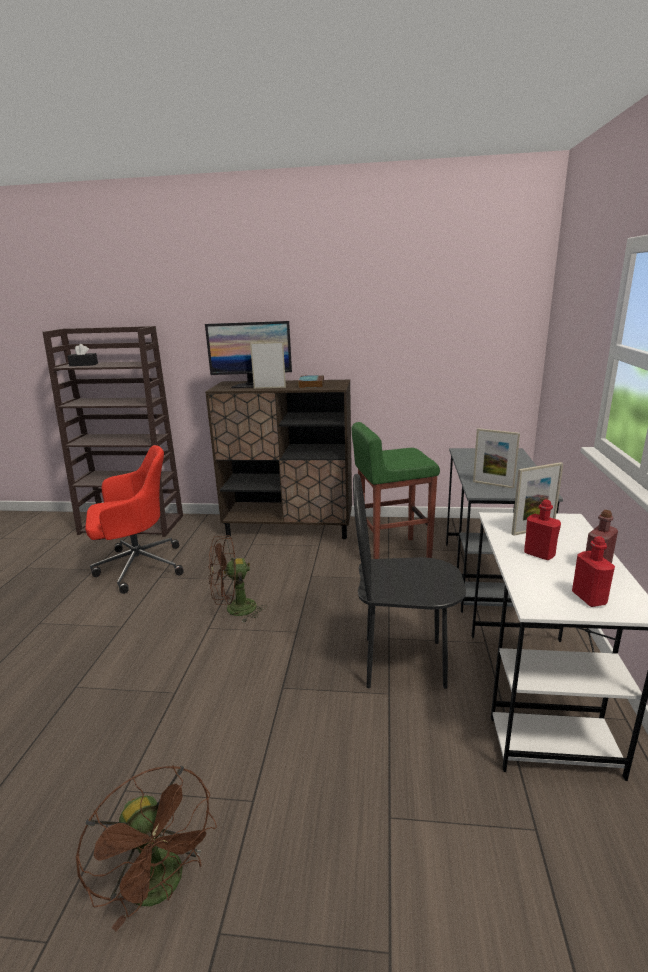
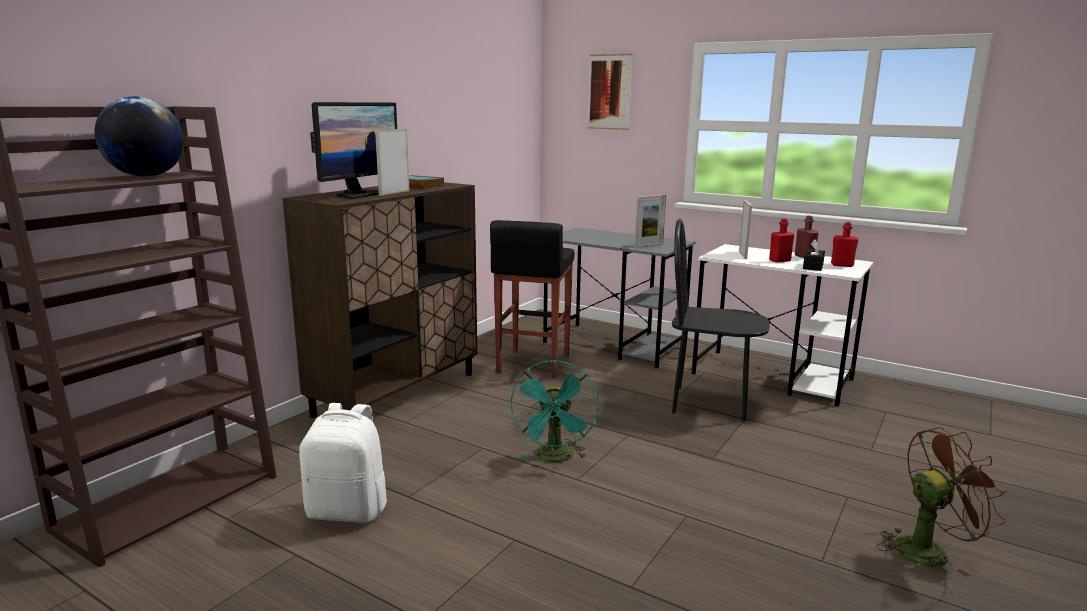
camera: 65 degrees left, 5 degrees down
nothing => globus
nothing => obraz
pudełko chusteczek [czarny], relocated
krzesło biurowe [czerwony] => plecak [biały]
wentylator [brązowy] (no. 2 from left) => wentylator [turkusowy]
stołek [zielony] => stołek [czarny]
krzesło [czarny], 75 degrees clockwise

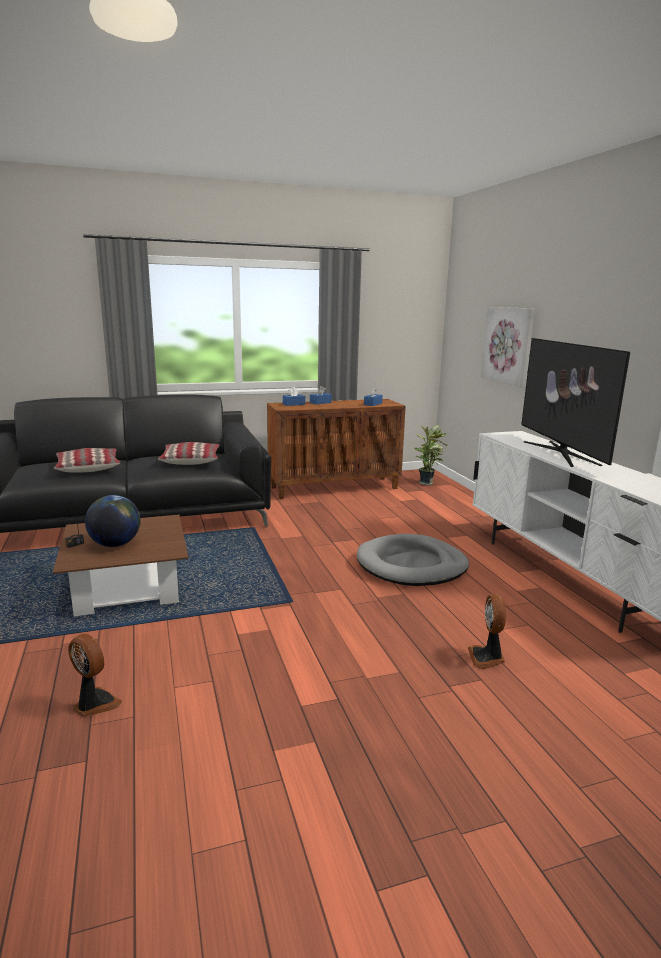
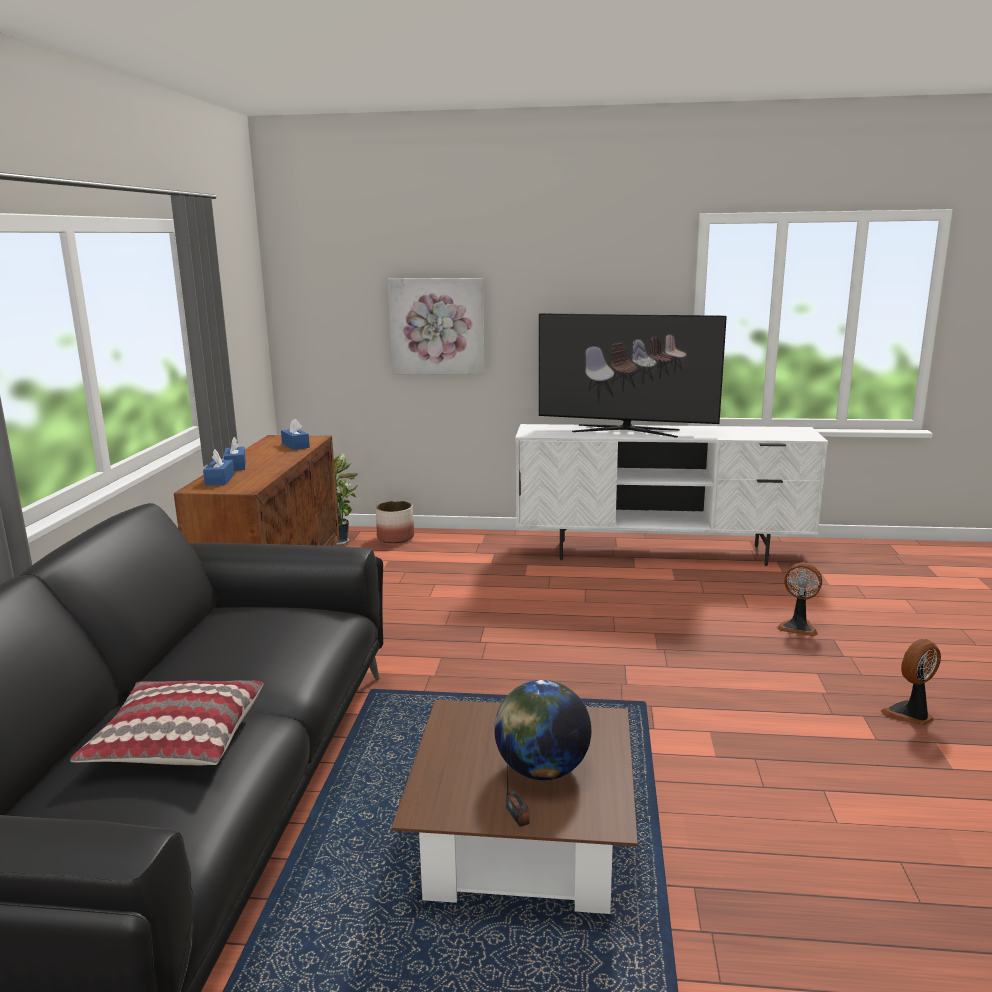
camera: 65 degrees left, 0 degrees up
poduszka (no. 2 from left) => nothing
legowisko [szary] => nothing
nothing => donica
wentylator (no. 1 from left in the first image) => wentylator (no. 2 from left), relocated

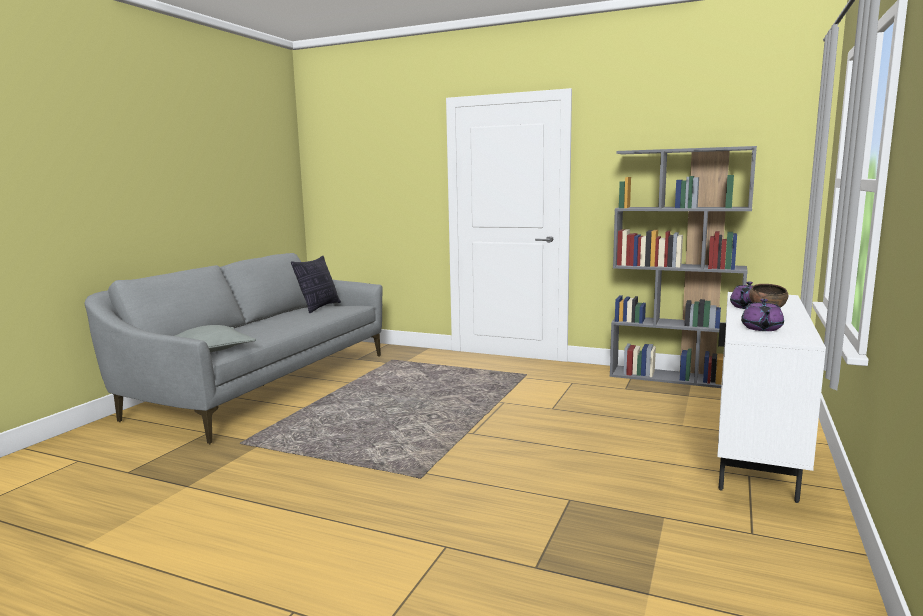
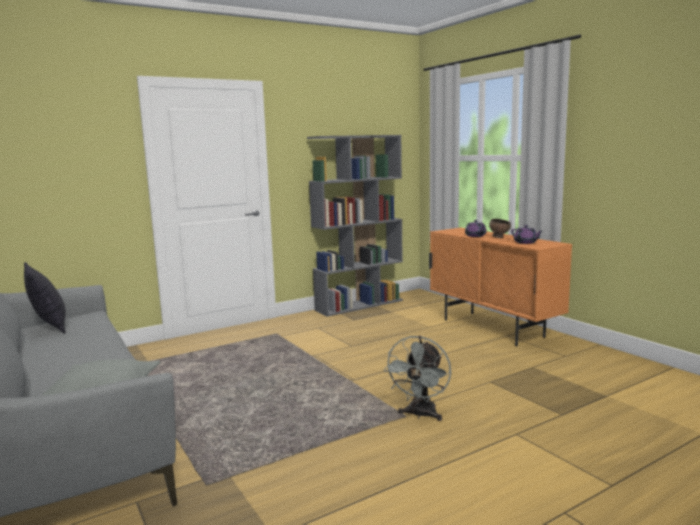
camera: 55 degrees left, 0 degrees up
nothing => wentylator [szary]
szafka [biały] => szafka [pomarańczowy]

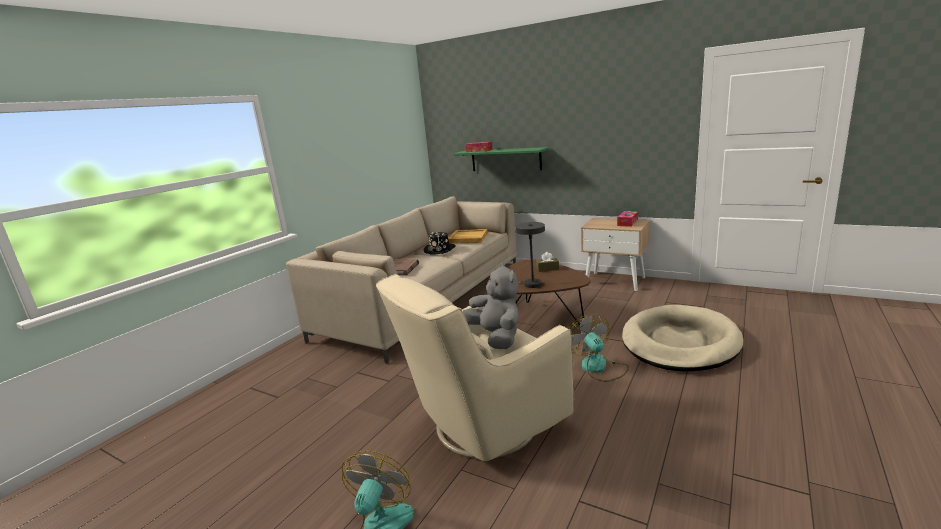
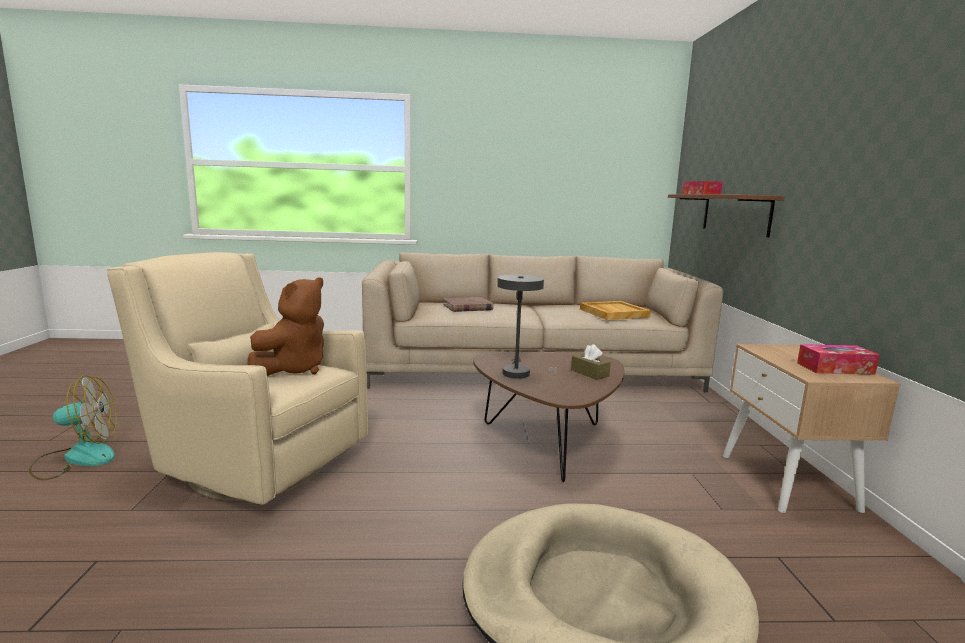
camera: 55 degrees right, 5 degrees down
kapelusz [czarny] => nothing
wentylator (no. 2 from left) => nothing
półka [zielony] => półka [brązowy]
pluszak [szary] => pluszak [brązowy]

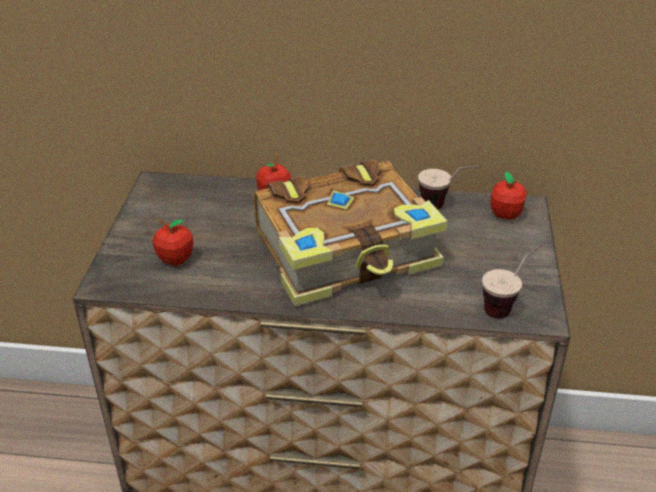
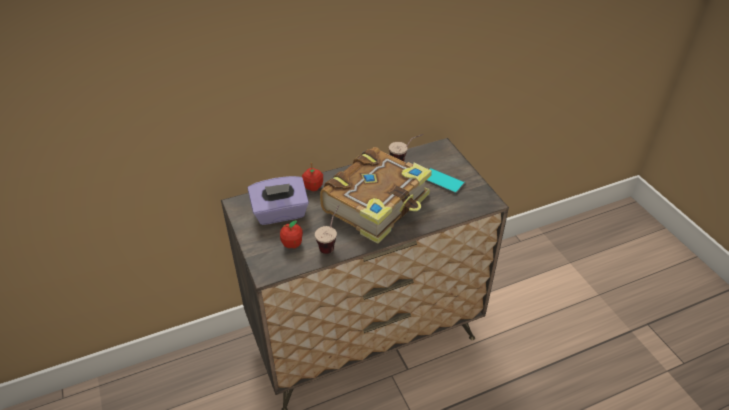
camera: 30 degrees left, 5 degrees up
jabłko (no. 3 from left) => nothing
nothing => pudełko chusteczek [fioletowy]
nothing => telefon
filiżanka (no. 2 from left in the first image) => filiżanka (no. 1 from left), relocated

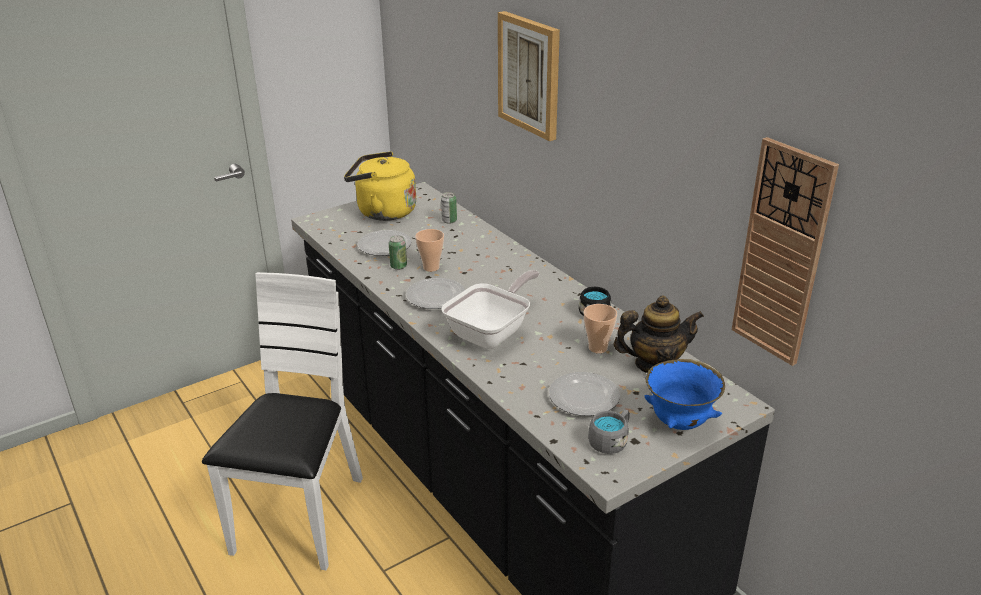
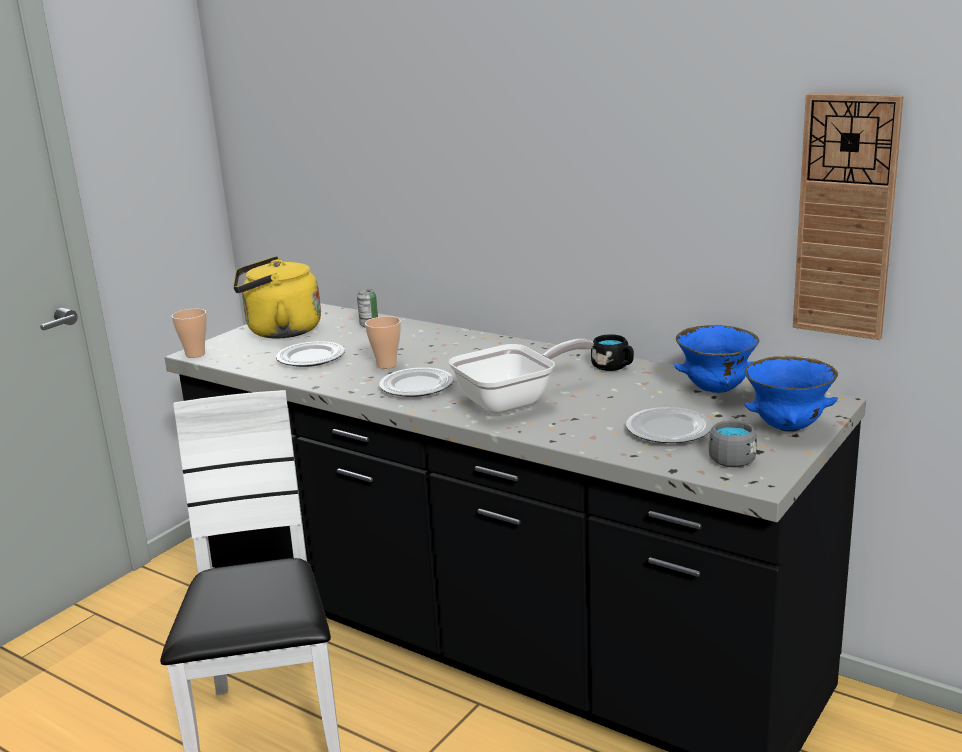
camera: 20 degrees left, 10 degrees down
puszka (no. 1 from left) => nothing
obraz => nothing
filiżanka (no. 2 from left in the first image) => filiżanka (no. 1 from left), relocated
imbryk => miska [niebieski] (no. 1 from left)
patelnia, 45 degrees clockwise

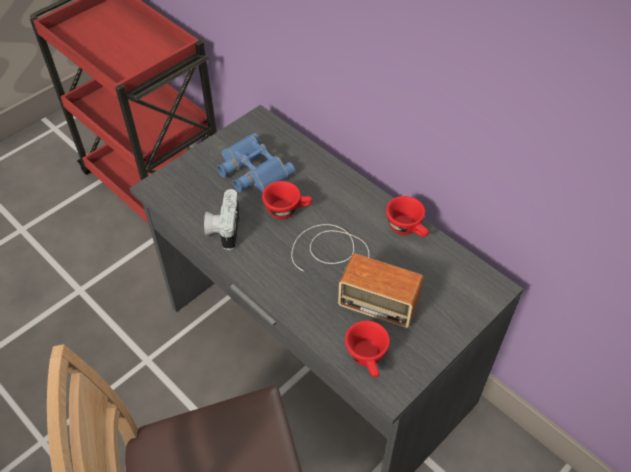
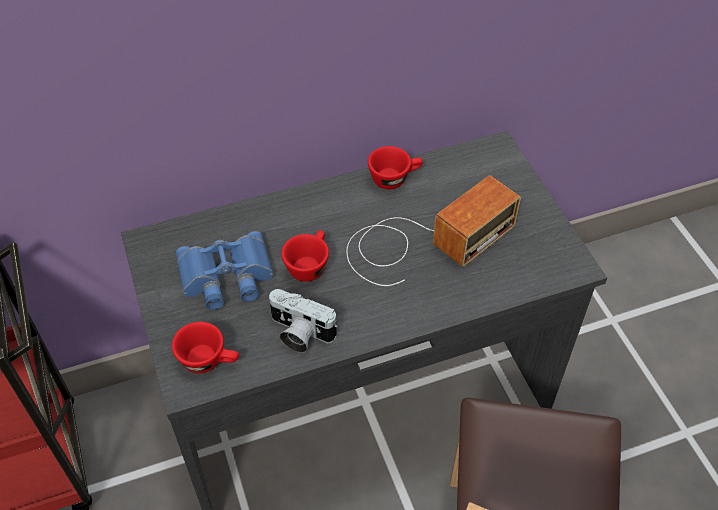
camera: 65 degrees left, 0 degrees up
filiżanka [czerwony] (no. 2 from left in the first image) => filiżanka [czerwony] (no. 1 from left), relocated

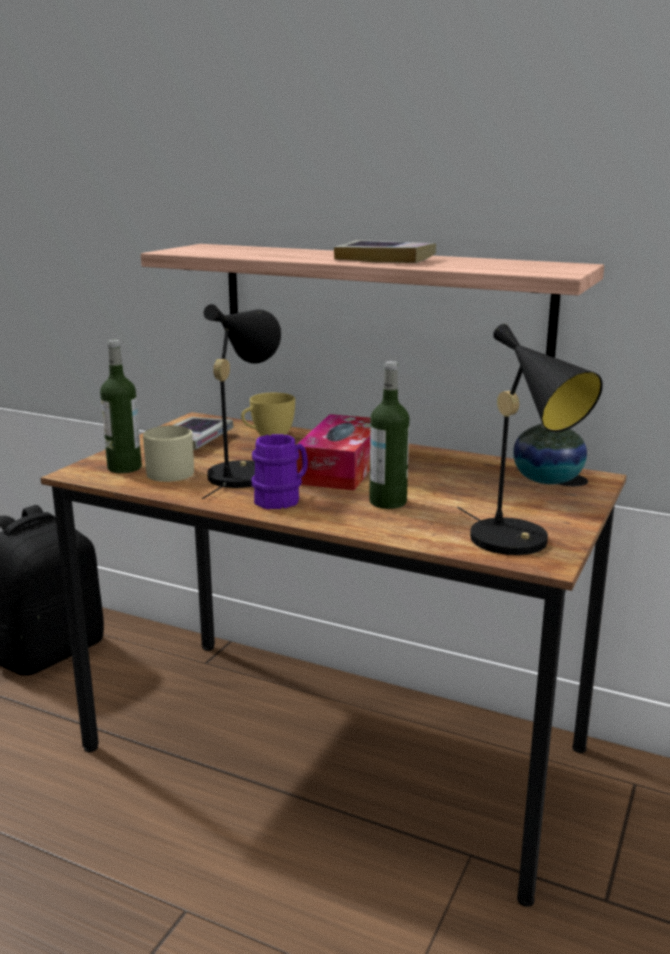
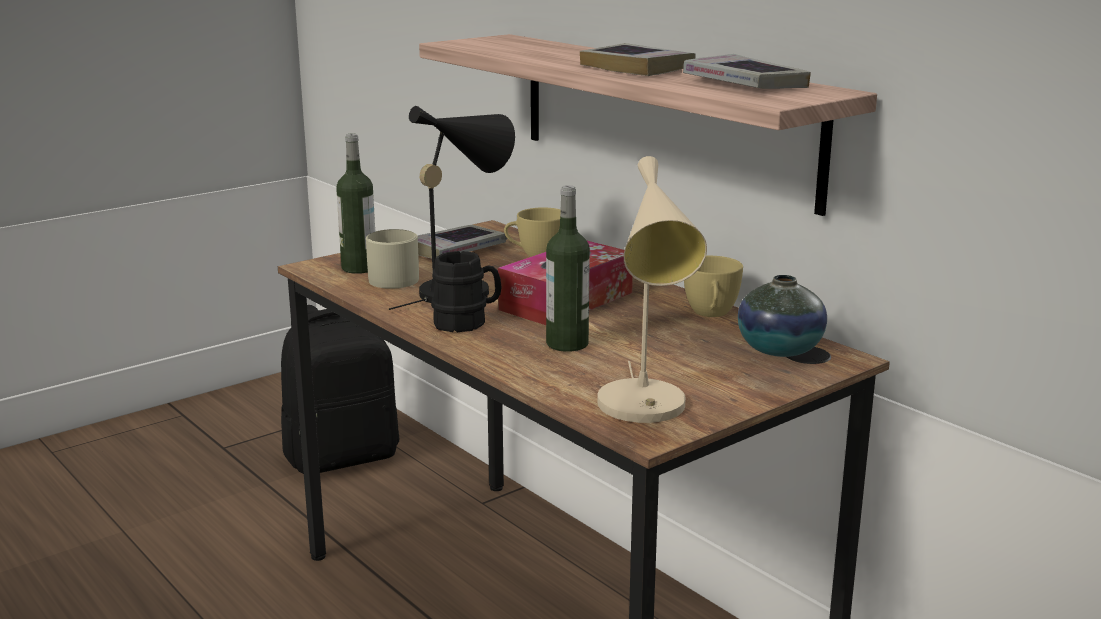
camera: 25 degrees right, 0 degrees up
nothing => książka (no. 3 from left)
nothing => filiżanka [żółty] (no. 2 from left)
kubek [fioletowy] => kubek [czarny]
lampa stołowa [czarny] (no. 2 from left) => lampa stołowa [beżowy]

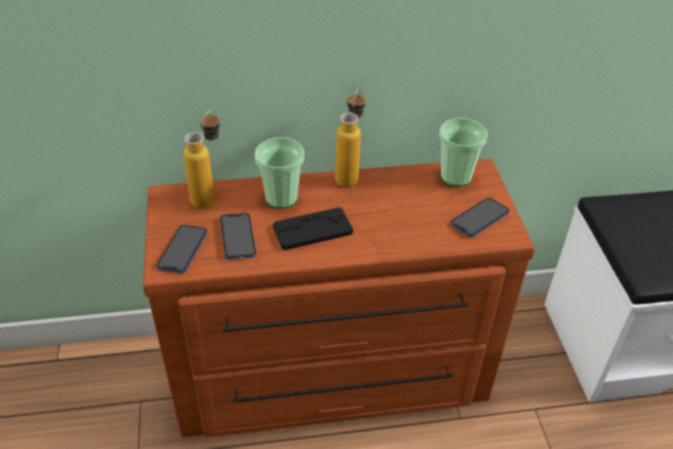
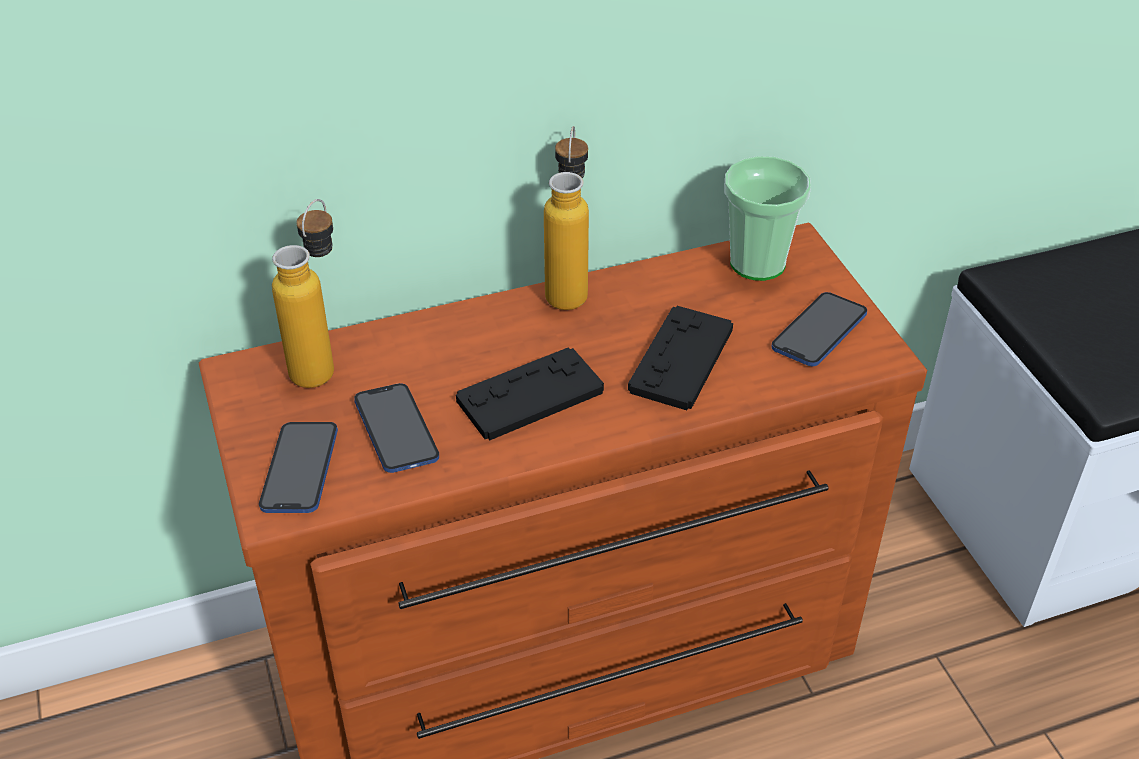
camera: 10 degrees left, 0 degrees up
filiżanka (no. 1 from left) => nothing
nothing => pad do gier [czarny] (no. 2 from left)

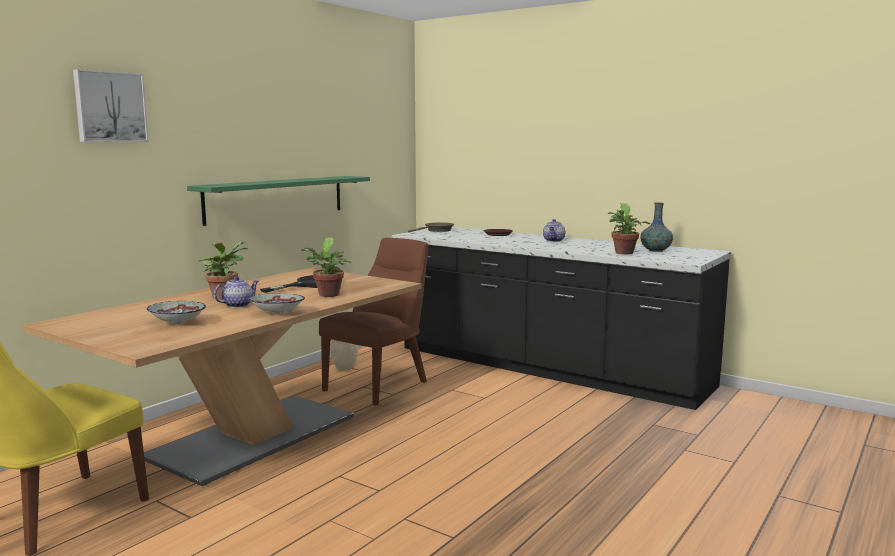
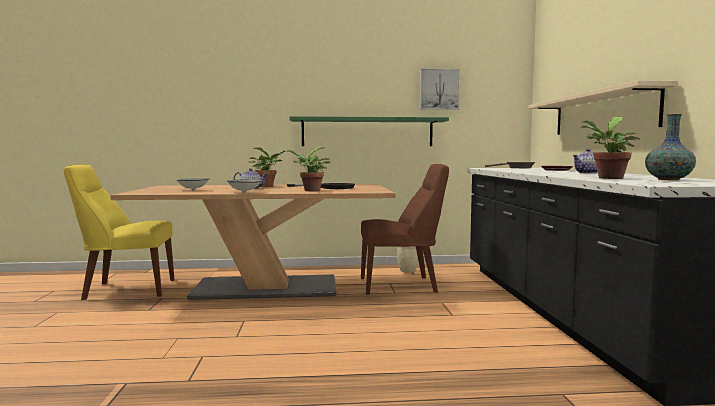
camera: 50 degrees right, 5 degrees down
nothing => półka [beżowy]
obraz, relocated

